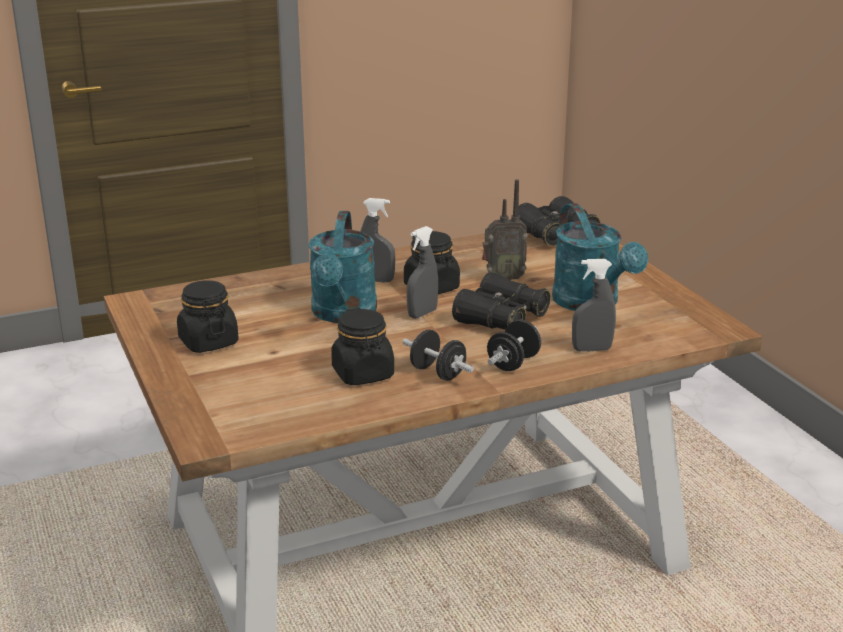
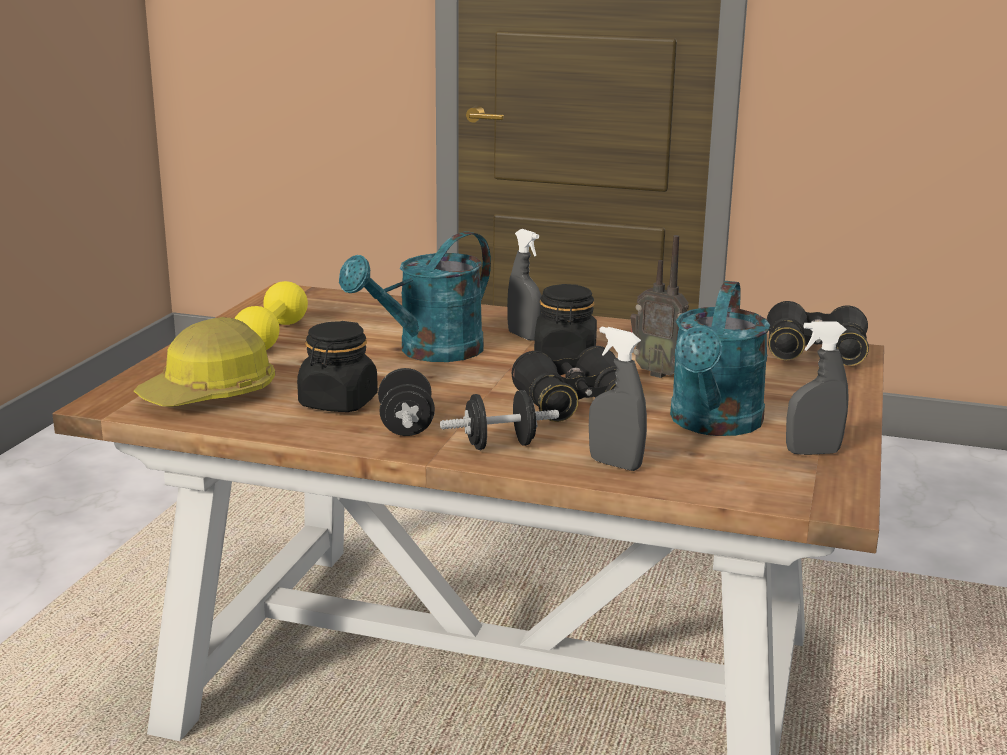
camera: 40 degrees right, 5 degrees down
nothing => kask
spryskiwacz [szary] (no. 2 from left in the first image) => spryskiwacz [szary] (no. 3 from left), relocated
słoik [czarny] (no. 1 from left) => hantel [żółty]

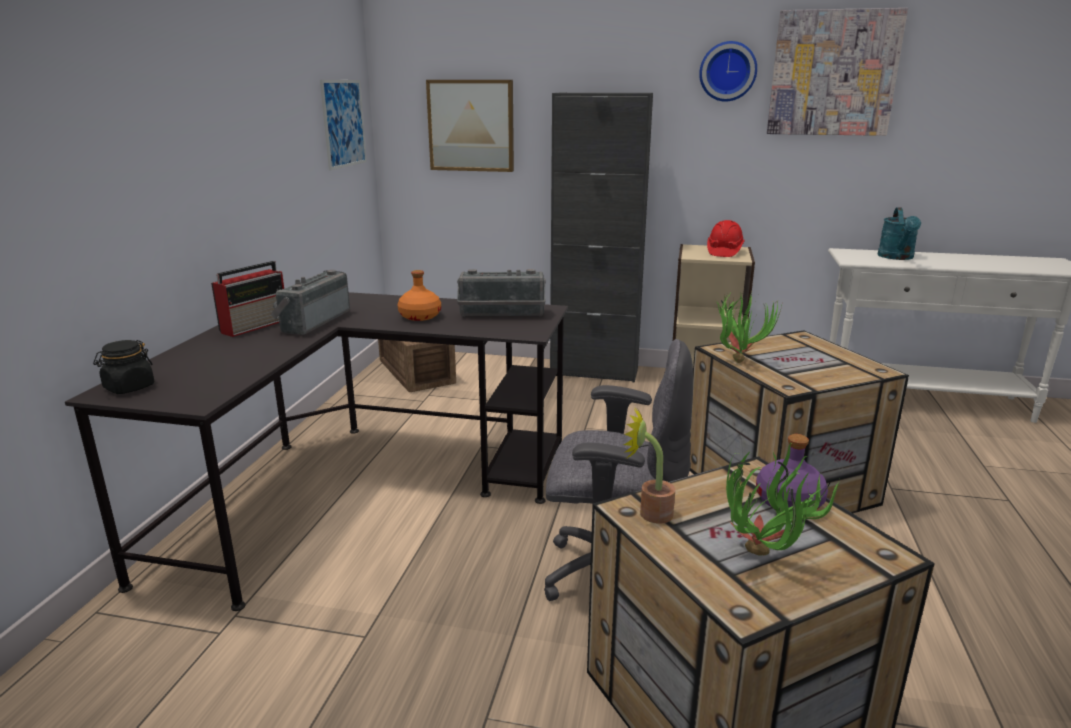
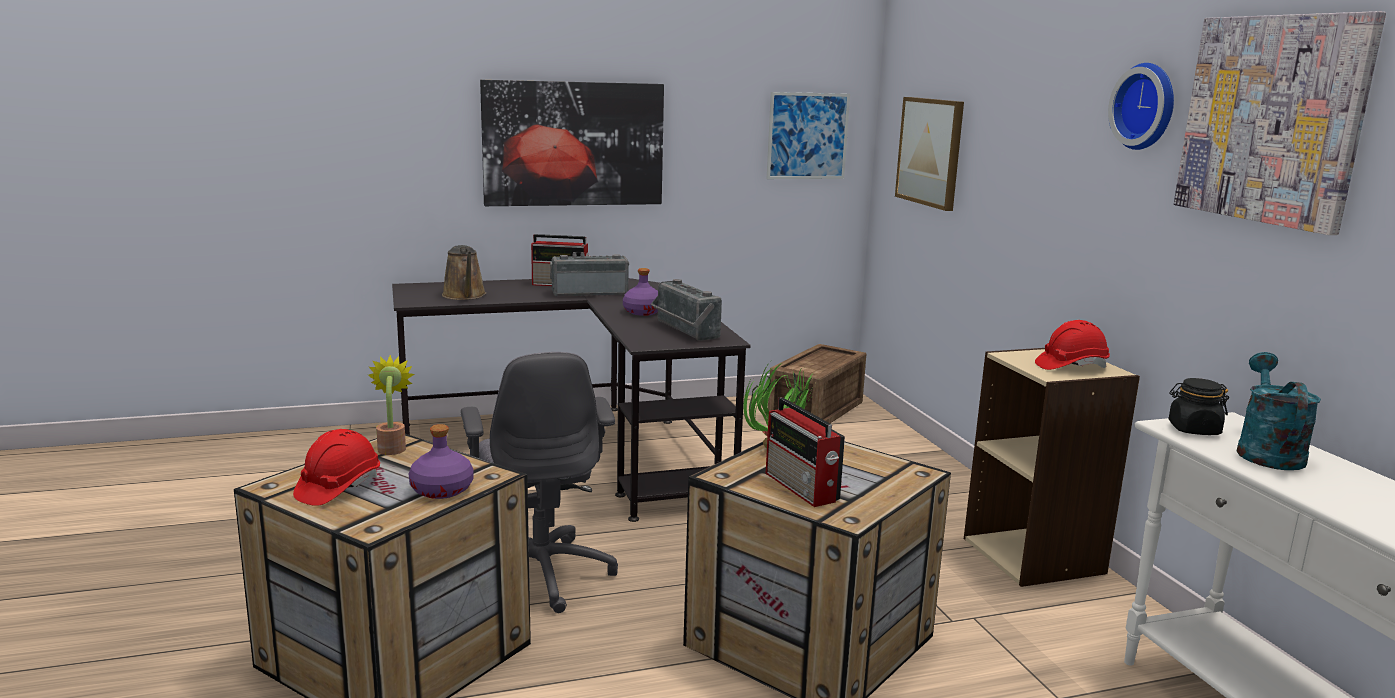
camera: 60 degrees right, 5 degrees down
szafka [czarny] => nothing
nothing => konewka [brązowy]
nothing => obraz (no. 1 from left)
nothing => radio (no. 4 from left)
słoik [czarny], relocated
roślina doniczkowa (no. 3 from left) => kask [czerwony] (no. 1 from left)
butelka [pomarańczowy] => butelka [fioletowy] (no. 2 from left)
konewka [turkusowy], 120 degrees clockwise

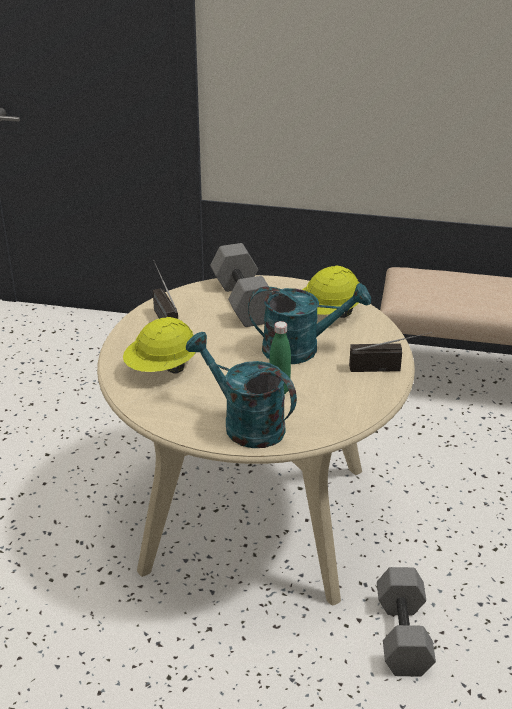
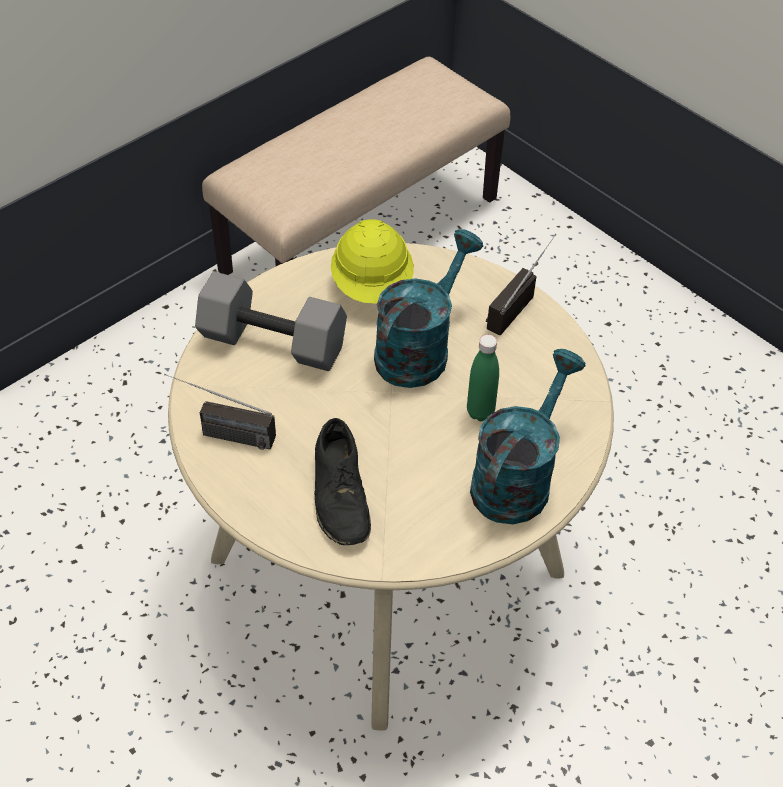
camera: 55 degrees left, 15 degrees up
hantel [szary] (no. 2 from left) => nothing
kask [żółty] (no. 1 from left) => but [czarny]
konewka [turkusowy] (no. 1 from left in the first image) => konewka [turkusowy] (no. 2 from left), 135 degrees clockwise

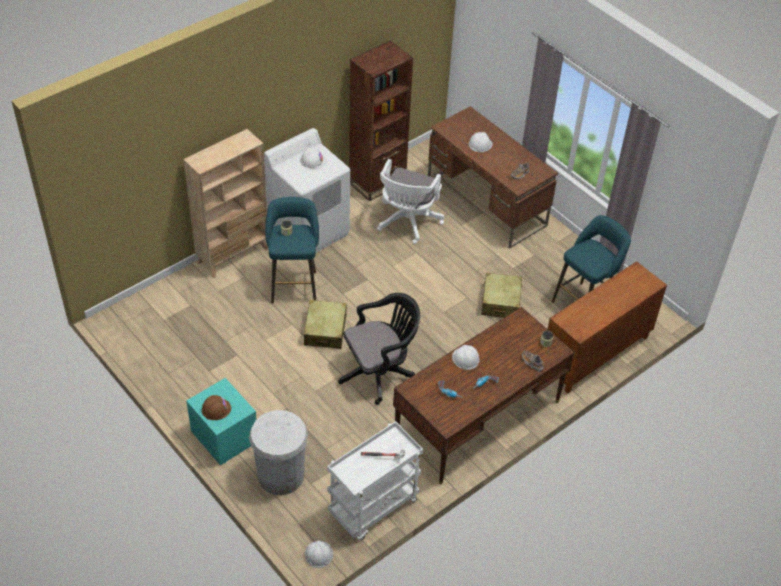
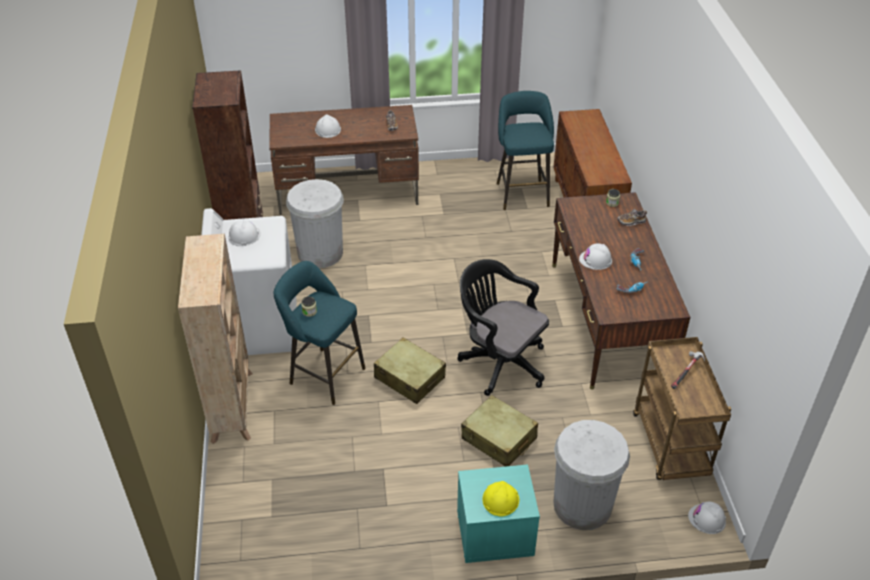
camera: 55 degrees left, 5 degrees down
walizka [beżowy] (no. 2 from left), relocated
krzesło biurowe [biały] => kosz na śmieci [biały] (no. 1 from left)
kask [brązowy] => kask [żółty]
wózek [biały] => wózek [brązowy]
krzesło biurowe [czarny], 60 degrees counterclockwise

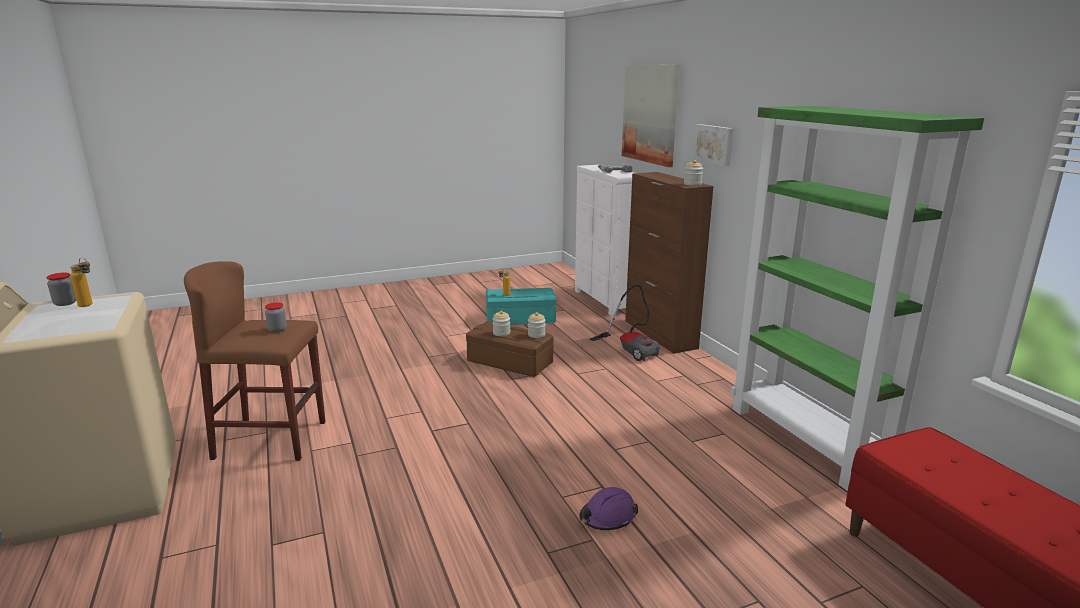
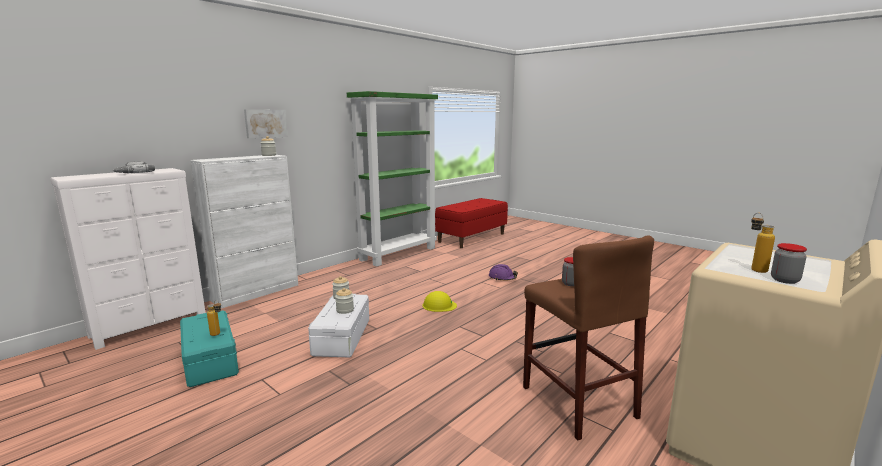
camera: 115 degrees left, 5 degrees down
odkurzacz => nothing
obraz (no. 1 from left) => nothing
nothing => kask [żółty]
pojemnik do przechowywania [brązowy] => pojemnik do przechowywania [biały]
szafka [brązowy] => szafka [biały]

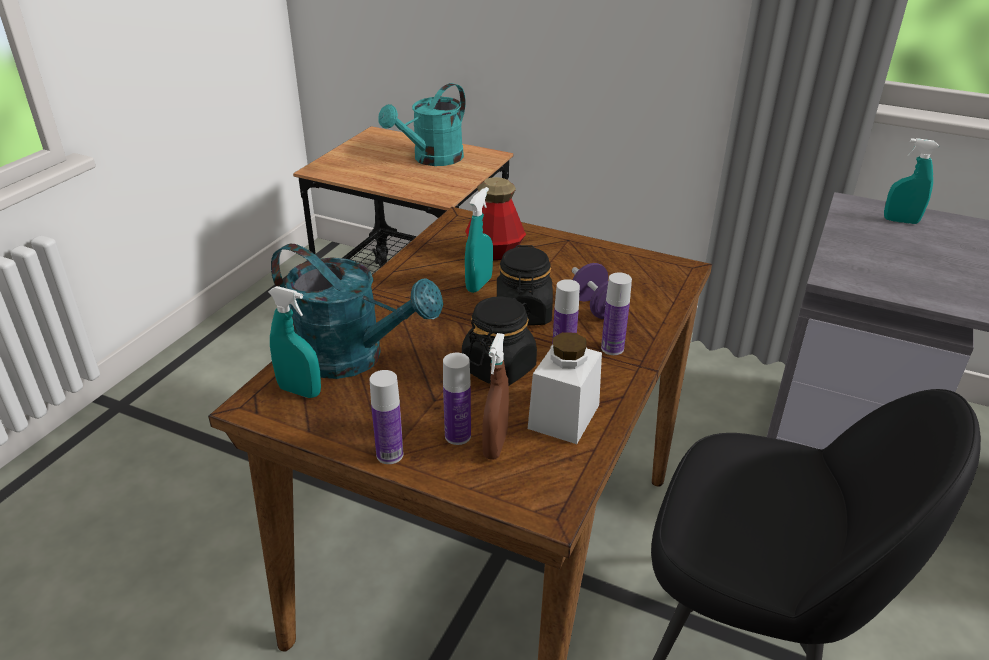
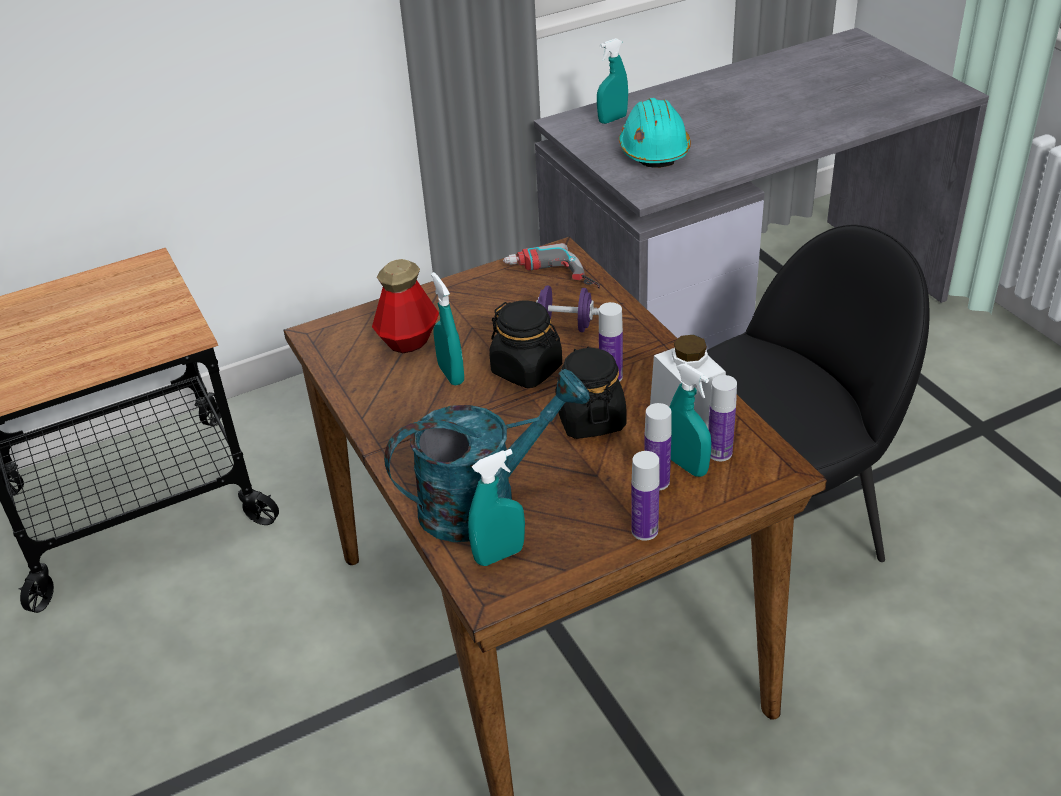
camera: 50 degrees left, 5 degrees up
konewka [turkusowy] (no. 2 from left) => nothing
nothing => wiertarka
nothing => kask [turkusowy]
butelka (no. 5 from left), relocated
spryskiwacz [brązowy] => spryskiwacz [turkusowy] (no. 4 from left)

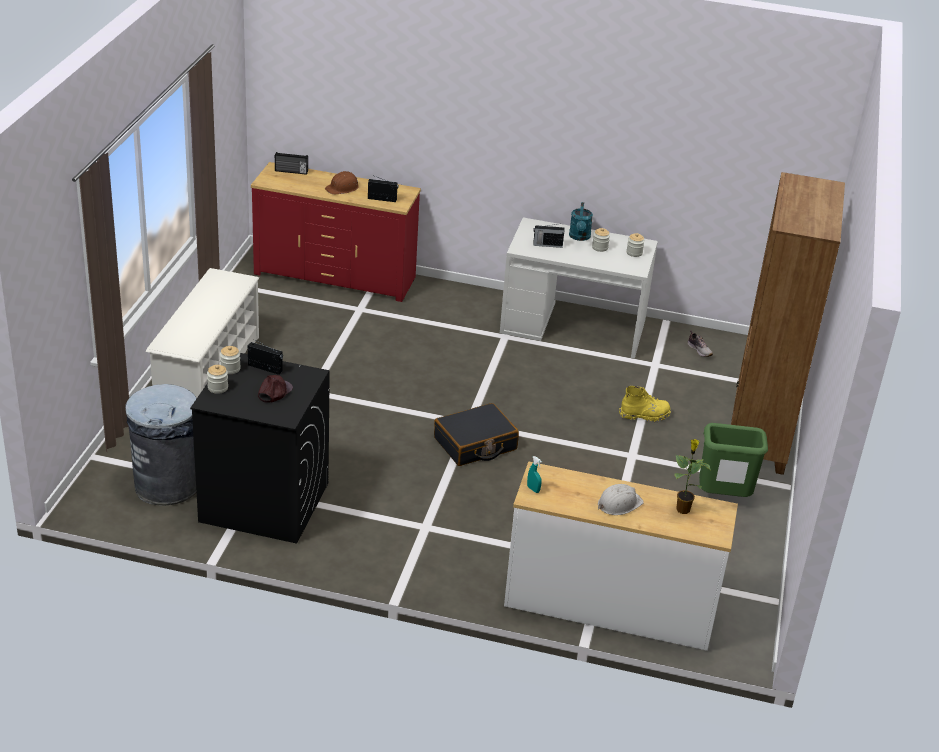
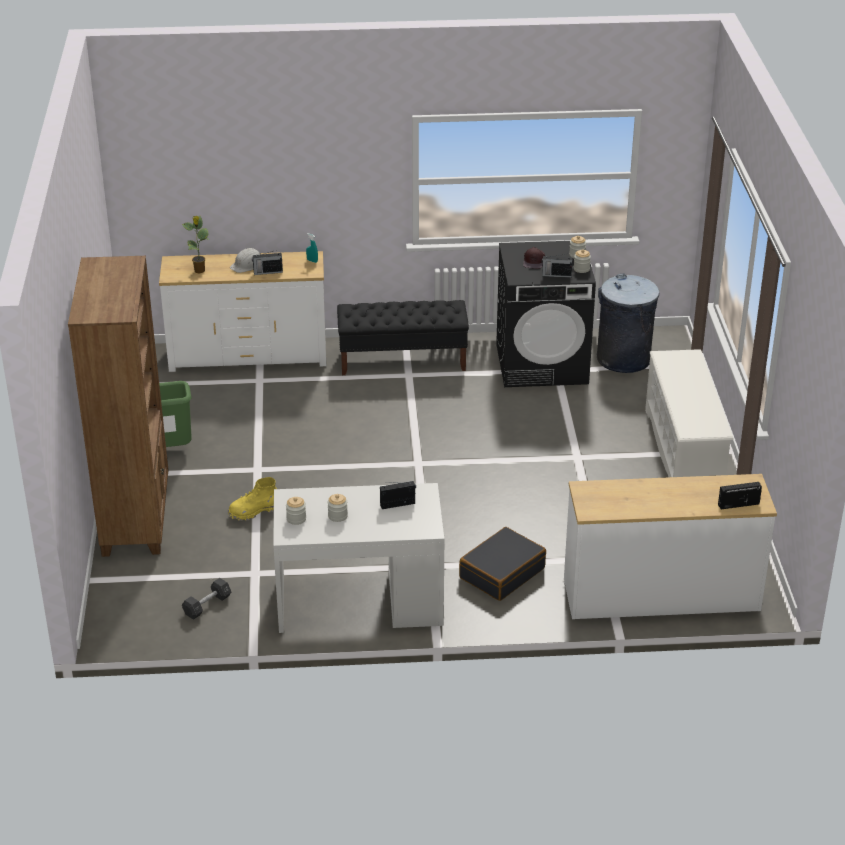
camera: 165 degrees right, 0 degrees up
kask [brązowy] => nothing
konewka [turkusowy] => nothing
nothing => ławka [czarny]
radio (no. 3 from left in the first image) => radio (no. 1 from left), relocated
walizka [czarny], relocated
but => hantel [czarny]
komoda [czerwony] => komoda [biały] (no. 2 from left)

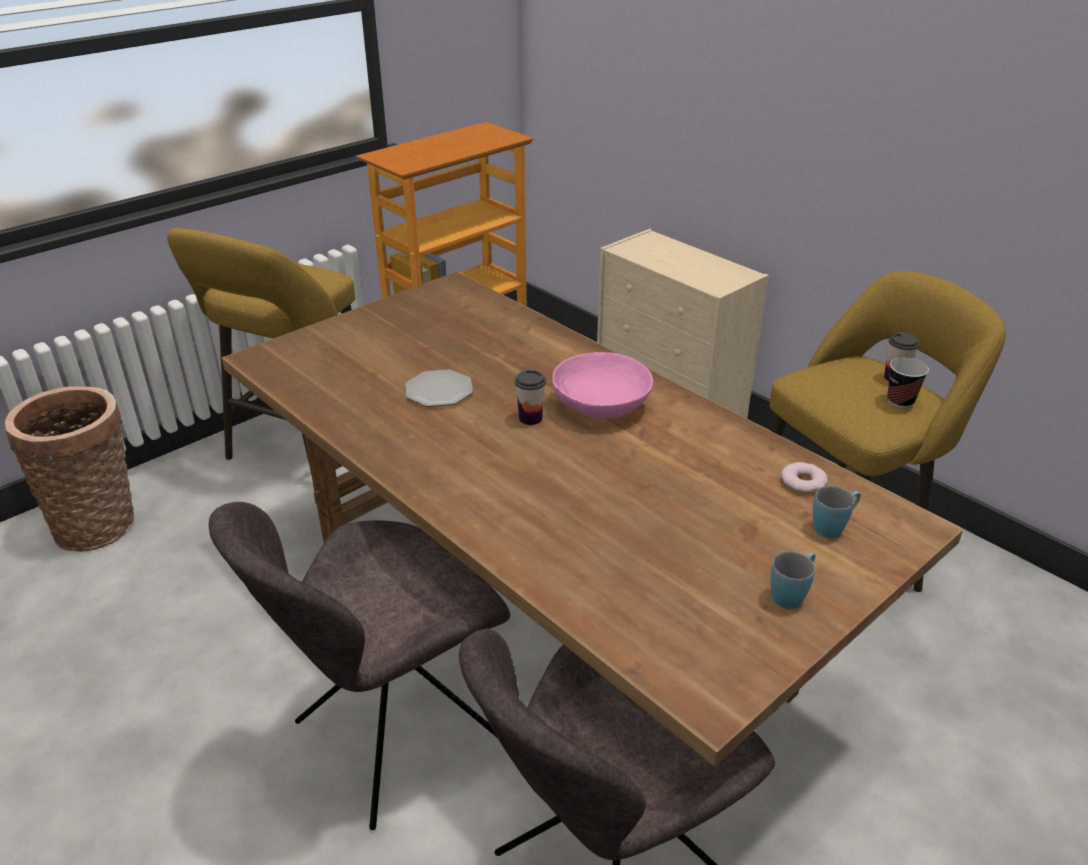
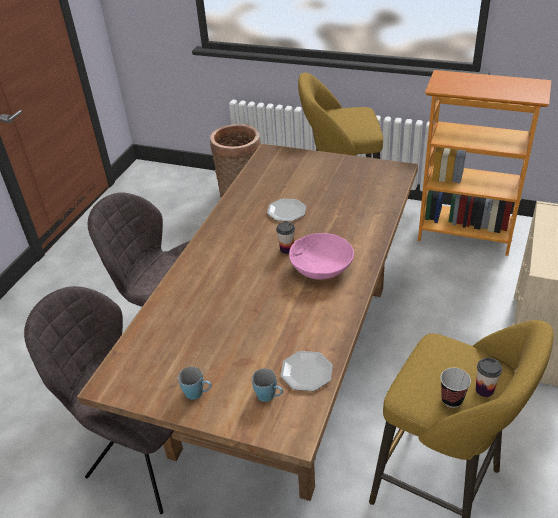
camera: 65 degrees right, 5 degrees up
donut => talerz (no. 2 from left)

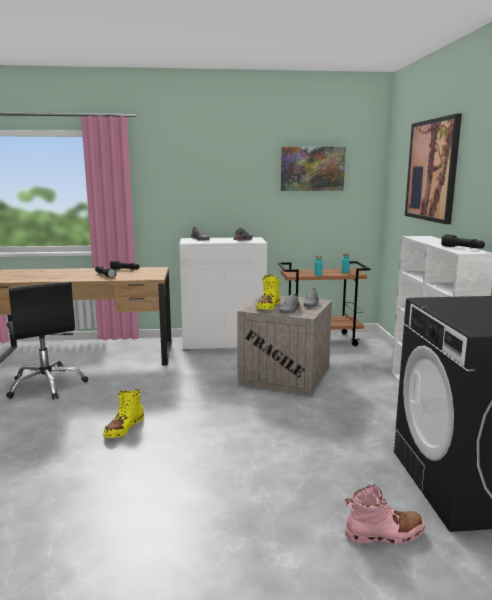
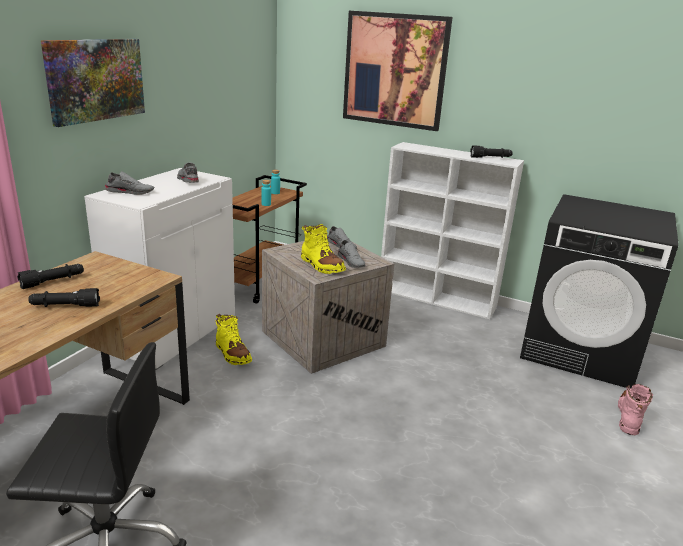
camera: 60 degrees left, 10 degrees up
but z cholewką [żółty] (no. 1 from left), relocated
obraz (no. 1 from left), relocated

